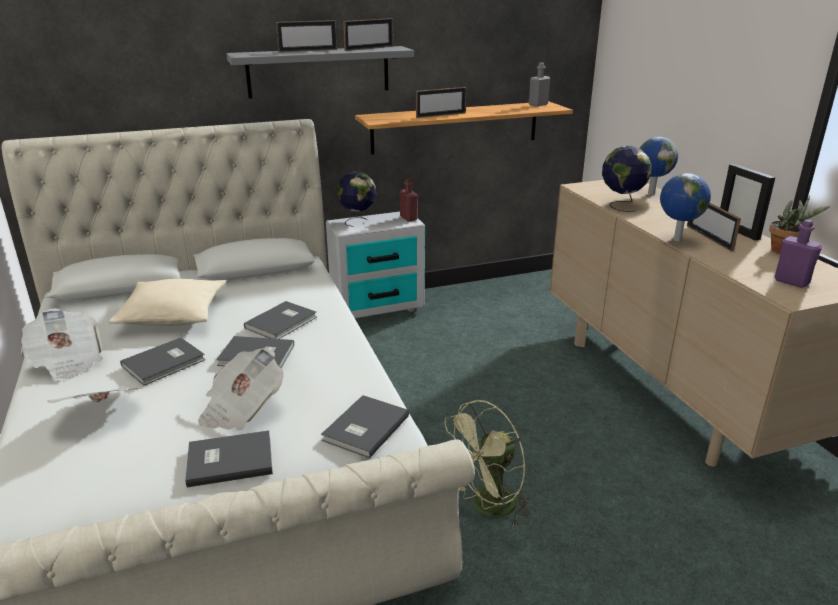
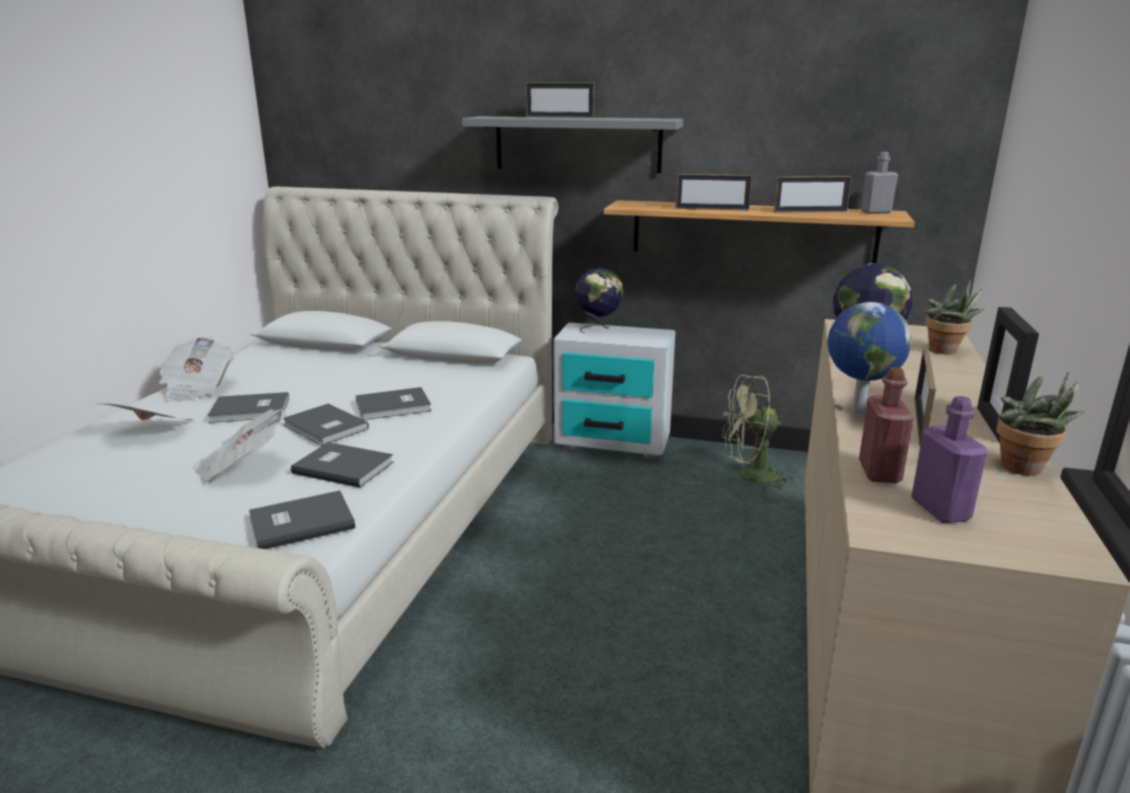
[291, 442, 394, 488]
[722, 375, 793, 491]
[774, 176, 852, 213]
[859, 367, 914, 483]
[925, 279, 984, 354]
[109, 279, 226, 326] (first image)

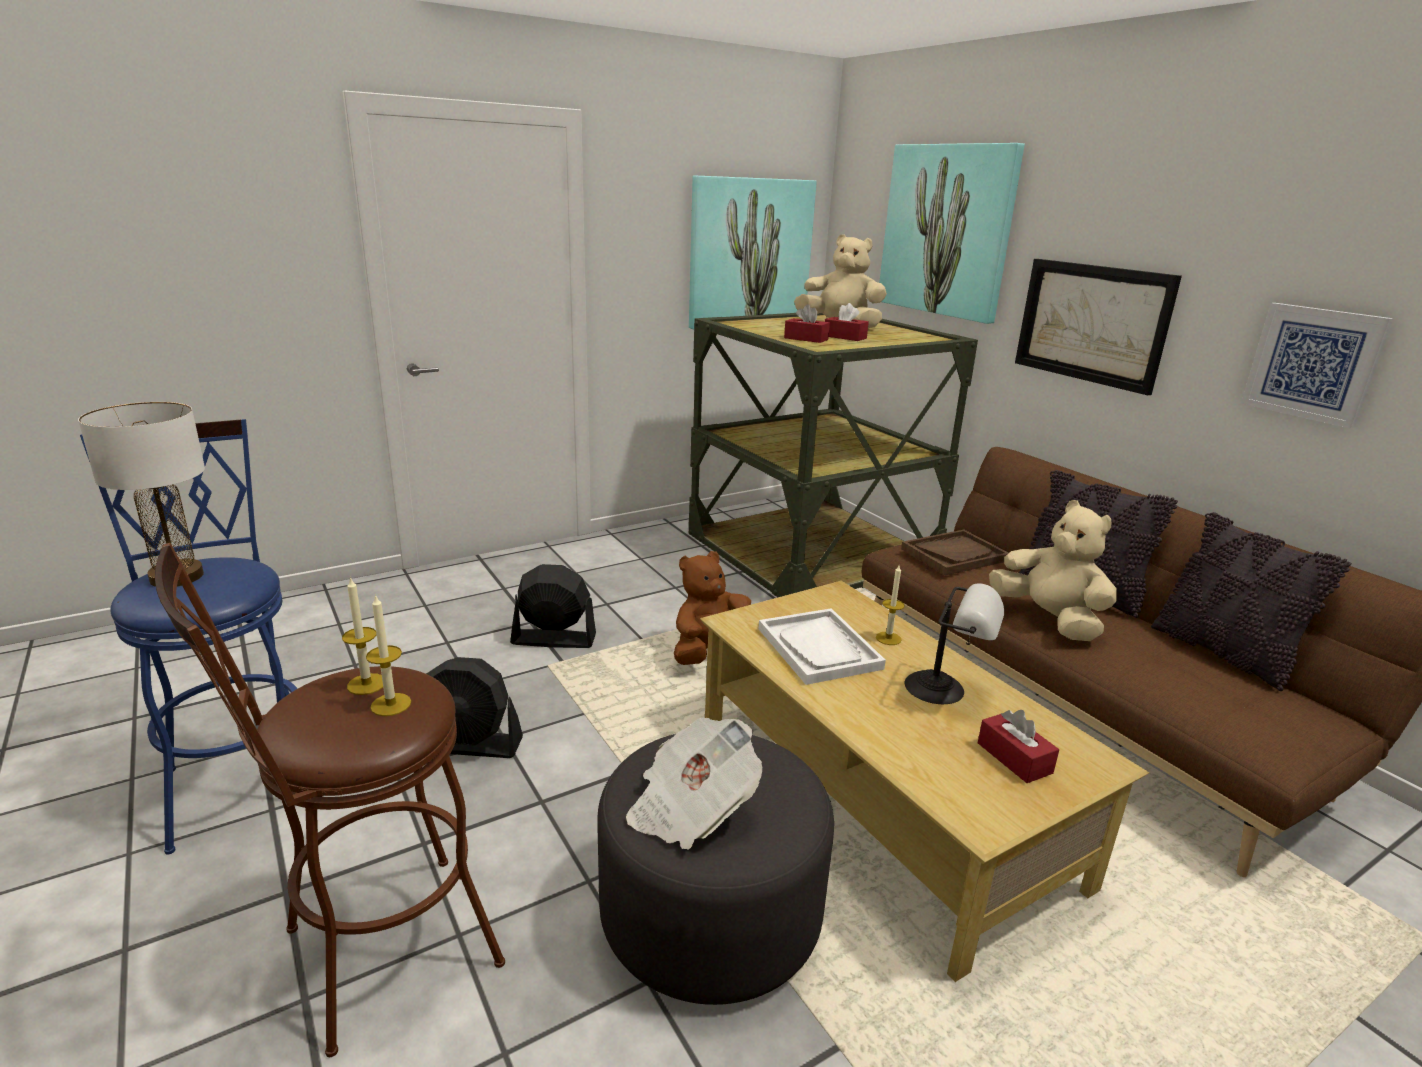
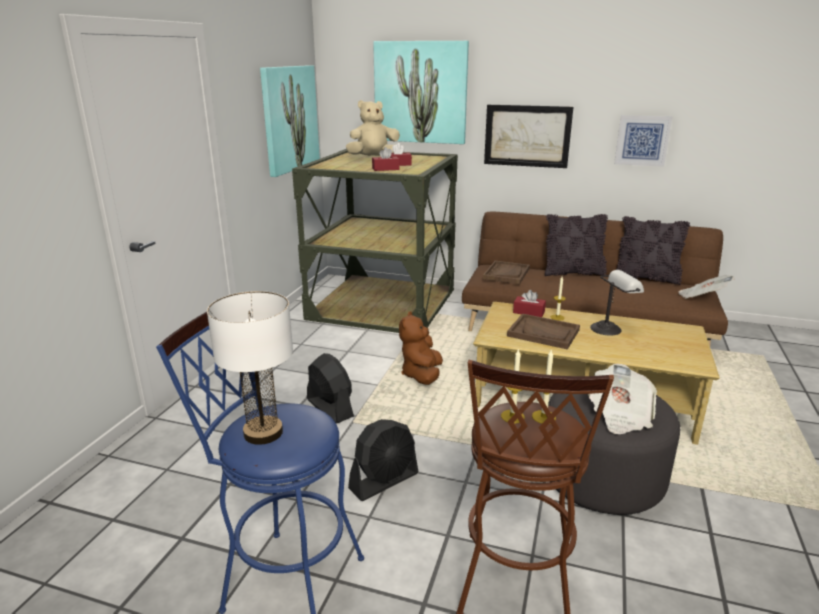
[307, 353, 354, 423]
[507, 314, 580, 350]
[513, 290, 546, 317]
[679, 275, 735, 299]
[989, 500, 1117, 641] (first image)

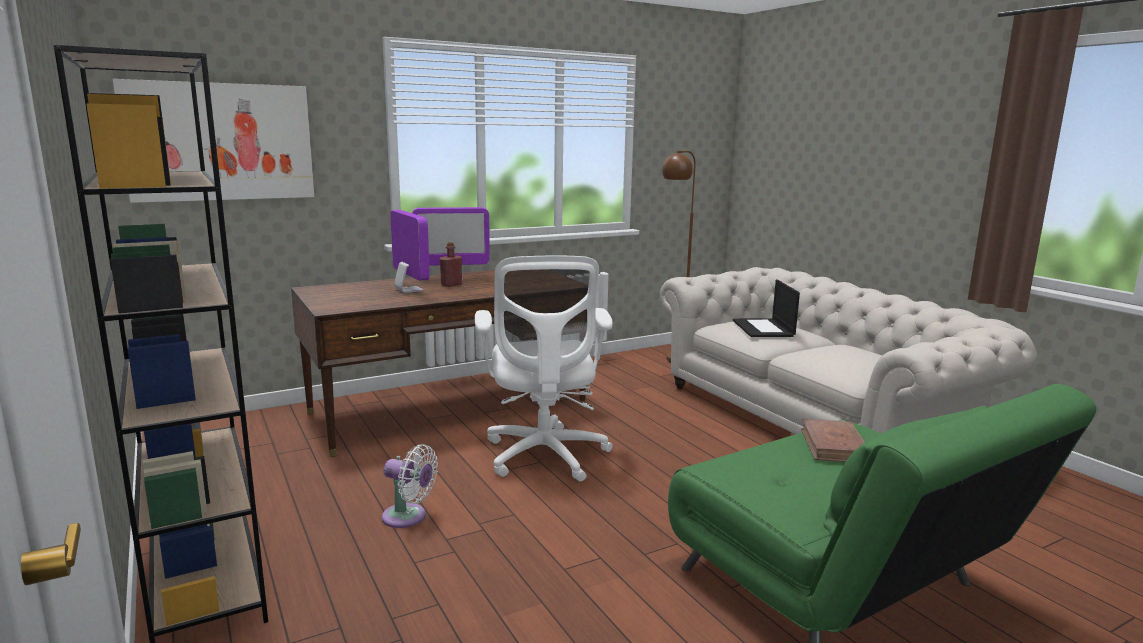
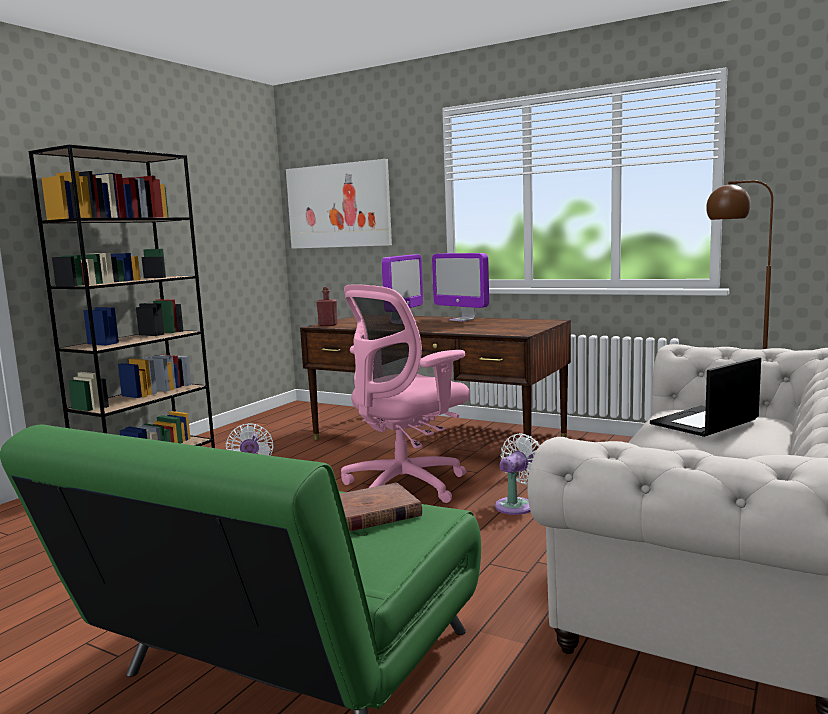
[316, 287, 338, 326]
[341, 284, 470, 503]
[495, 433, 540, 515]

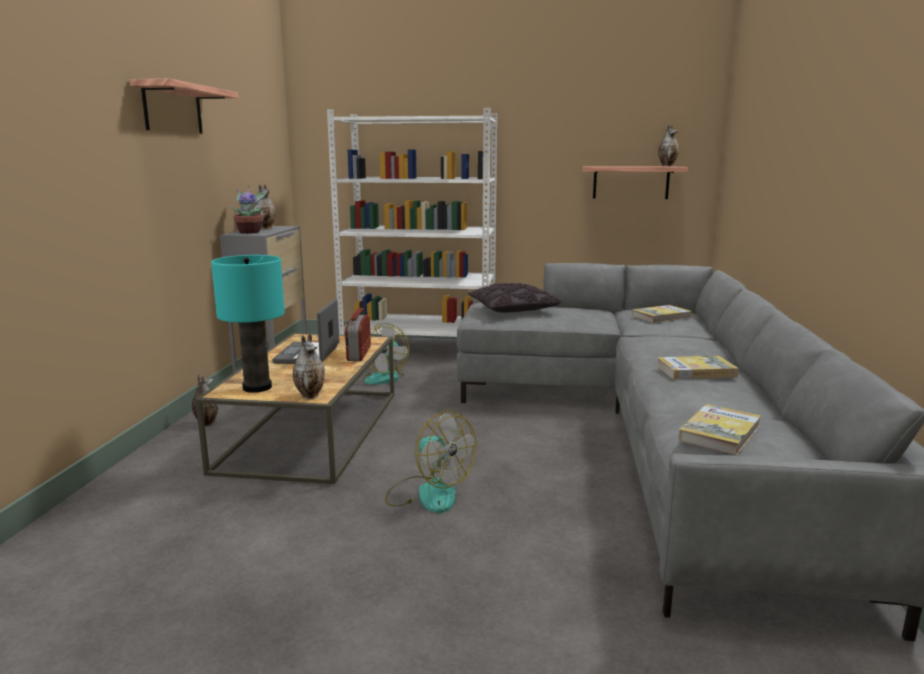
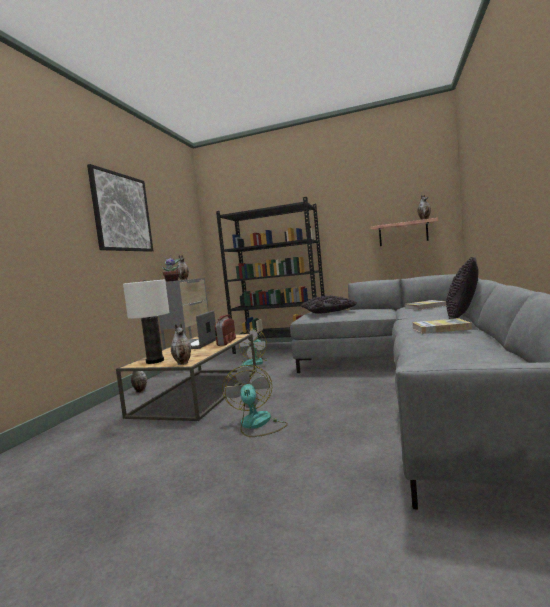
[87, 164, 153, 252]
[123, 279, 169, 364]
[216, 197, 325, 354]
[222, 365, 288, 437]
[446, 257, 479, 319]
[678, 404, 761, 455] (first image)

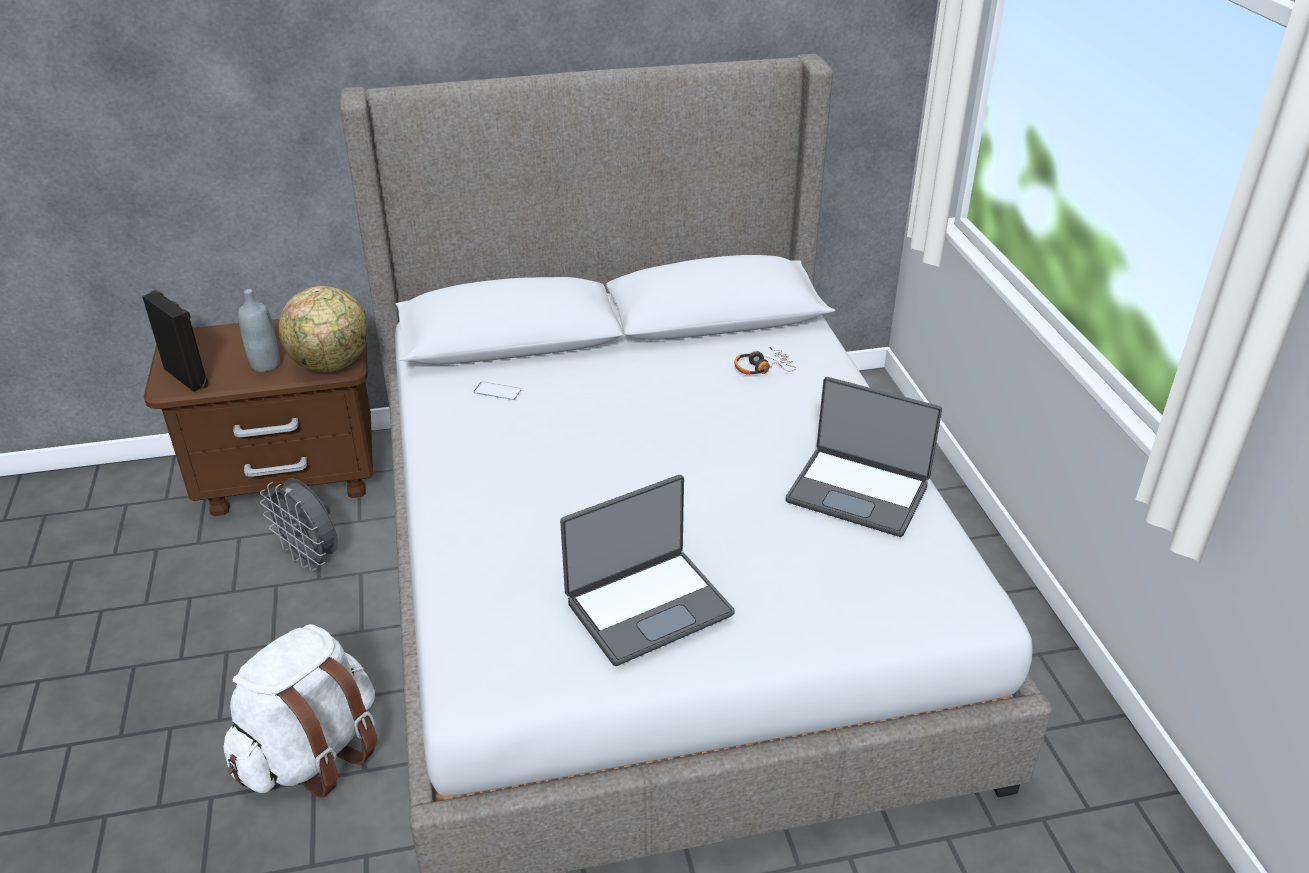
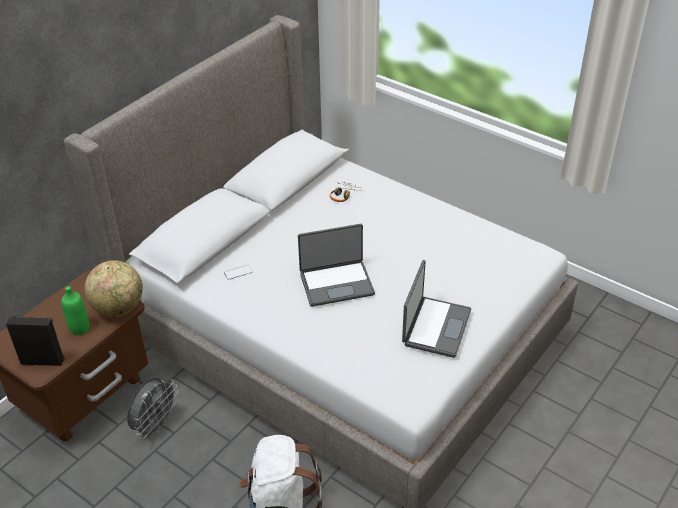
[61, 286, 89, 335]
[127, 378, 178, 439]
[298, 224, 375, 307]

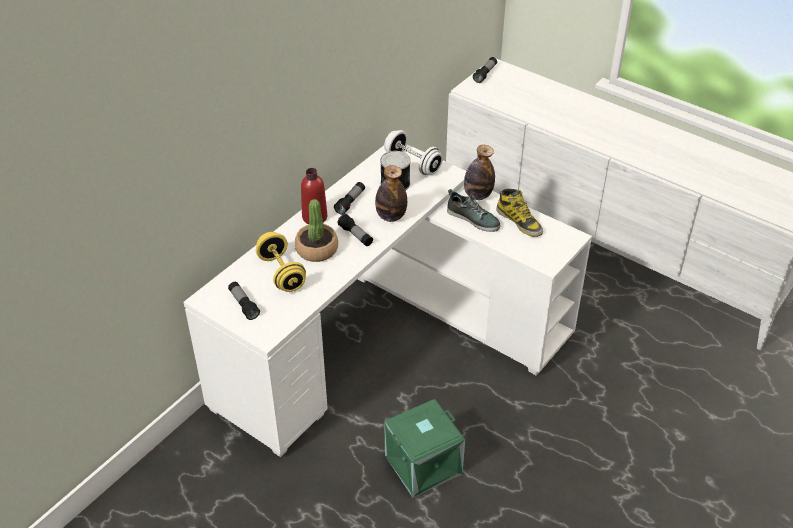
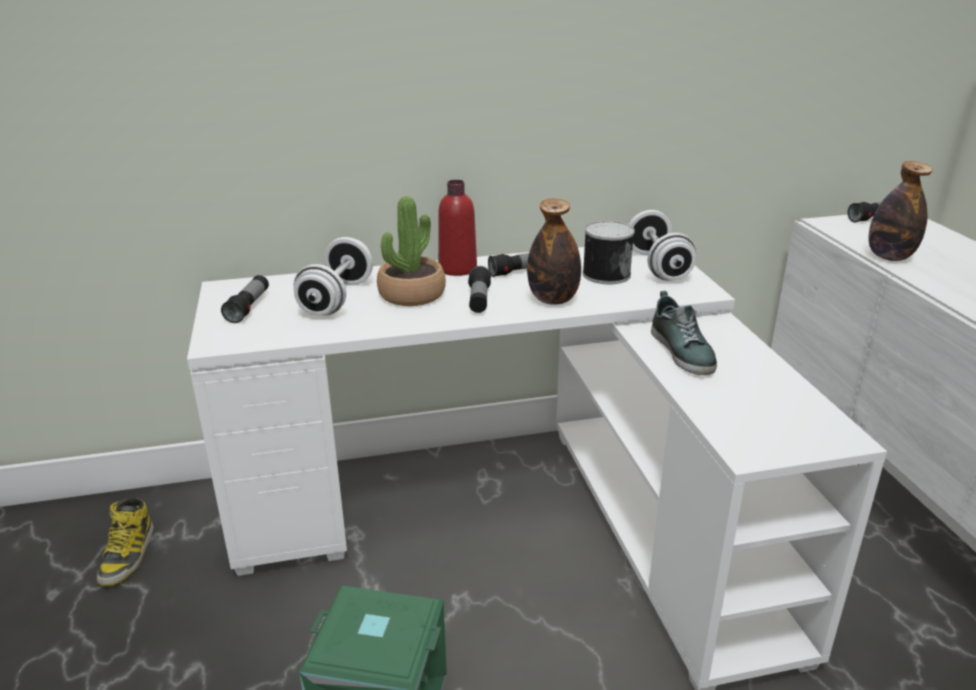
[97, 498, 154, 586]
[294, 237, 373, 316]
[868, 161, 933, 261]

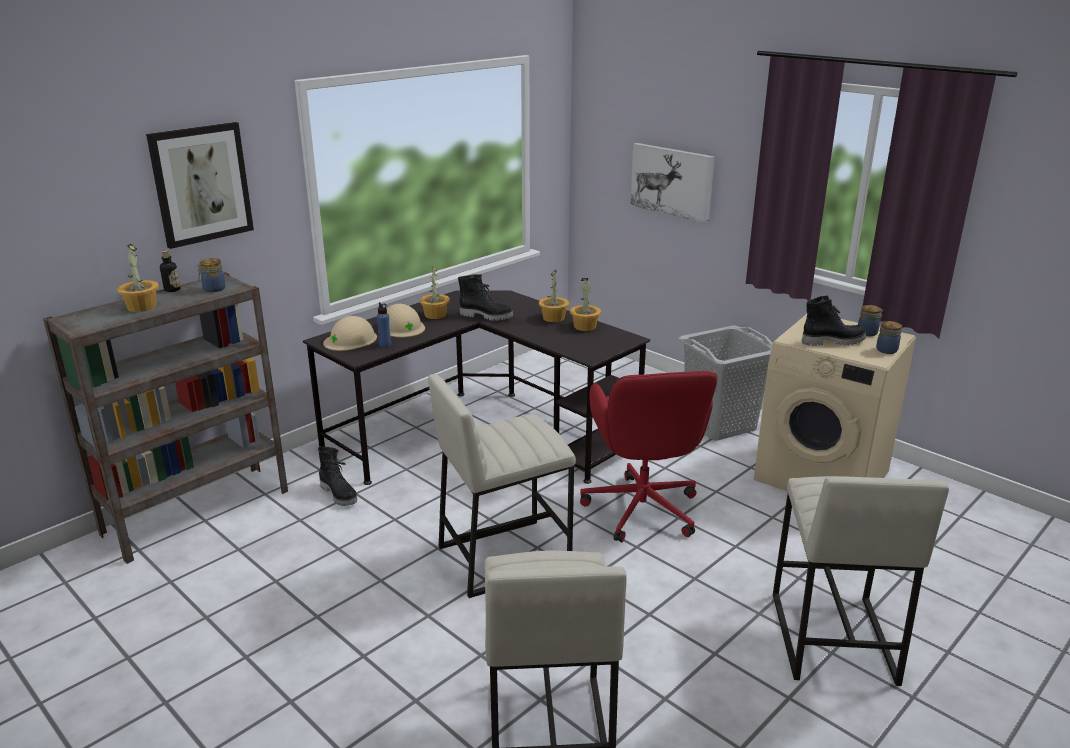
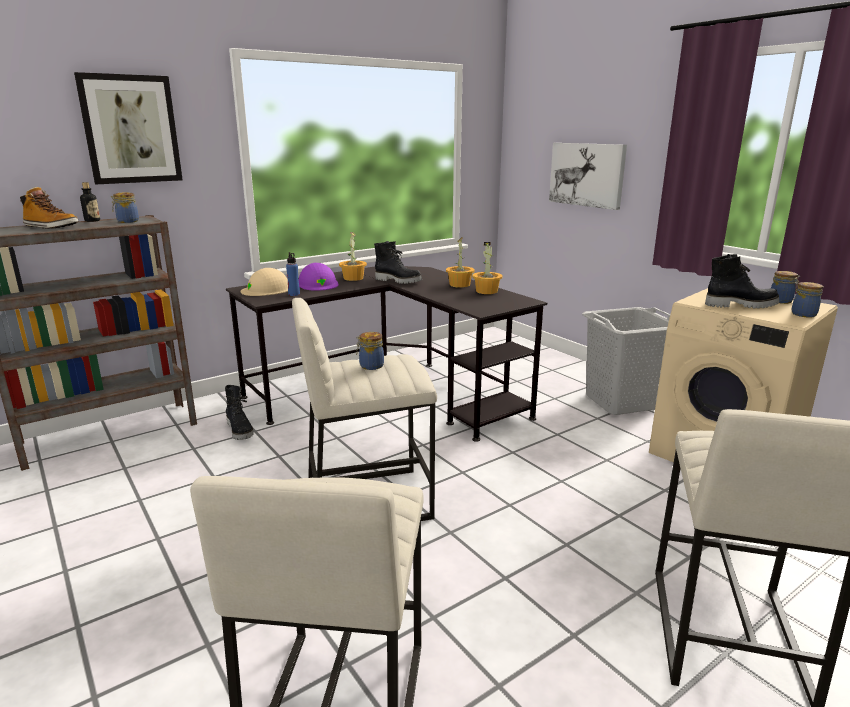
[20, 187, 78, 229]
[299, 263, 339, 291]
[356, 332, 384, 370]
[580, 371, 717, 542] (first image)

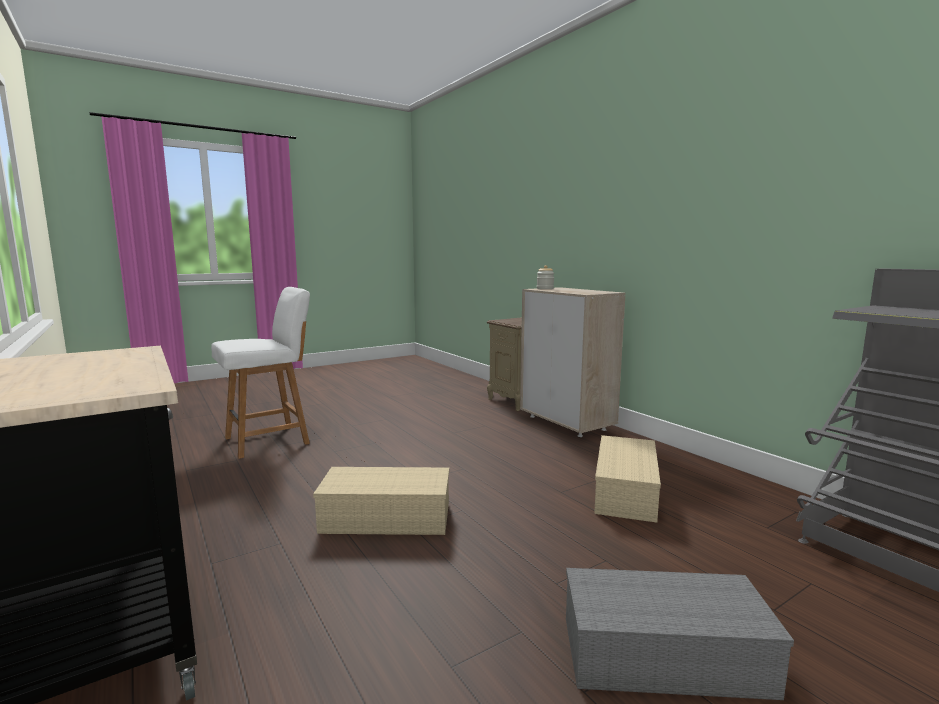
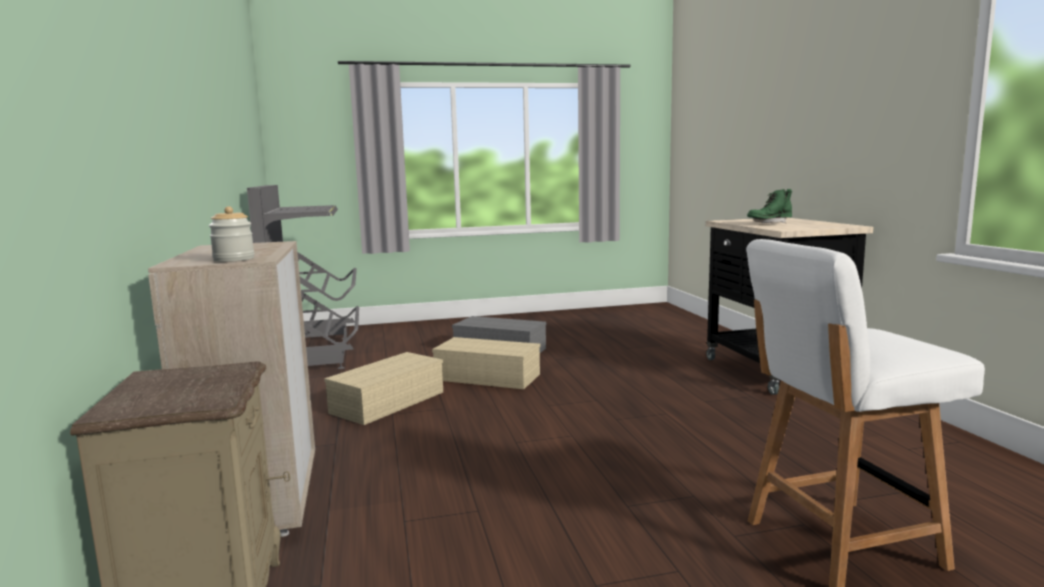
[432, 337, 540, 389]
[747, 189, 792, 223]

